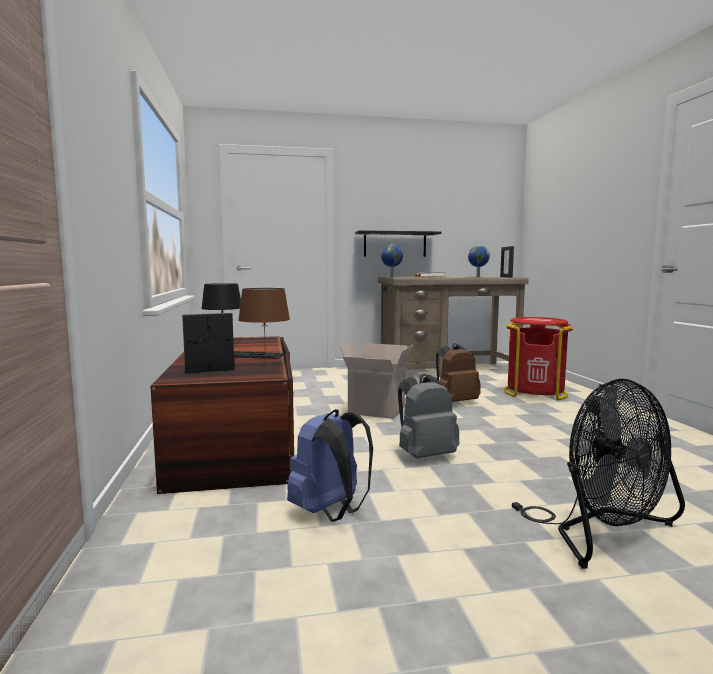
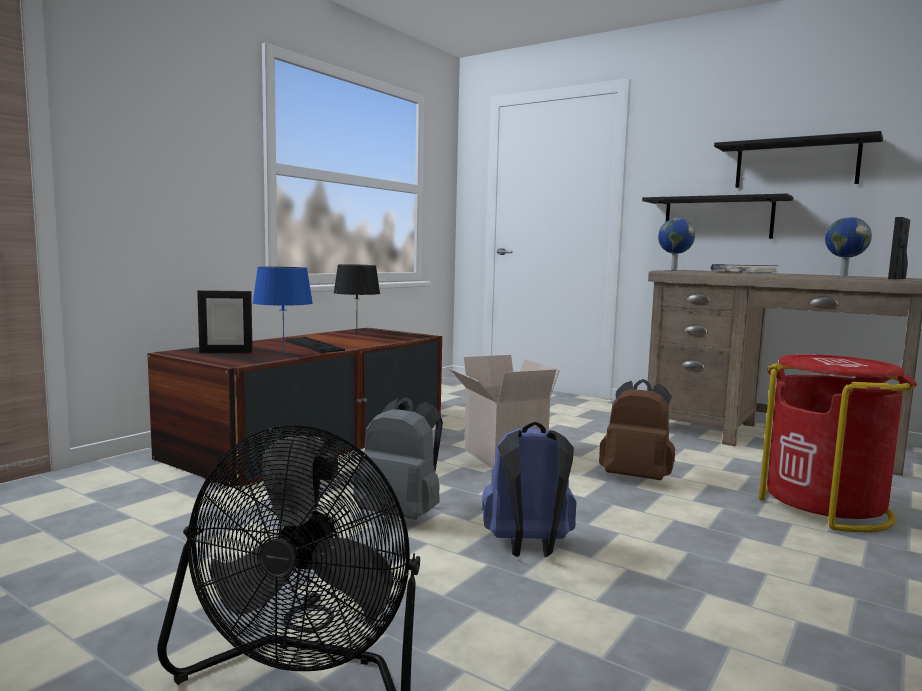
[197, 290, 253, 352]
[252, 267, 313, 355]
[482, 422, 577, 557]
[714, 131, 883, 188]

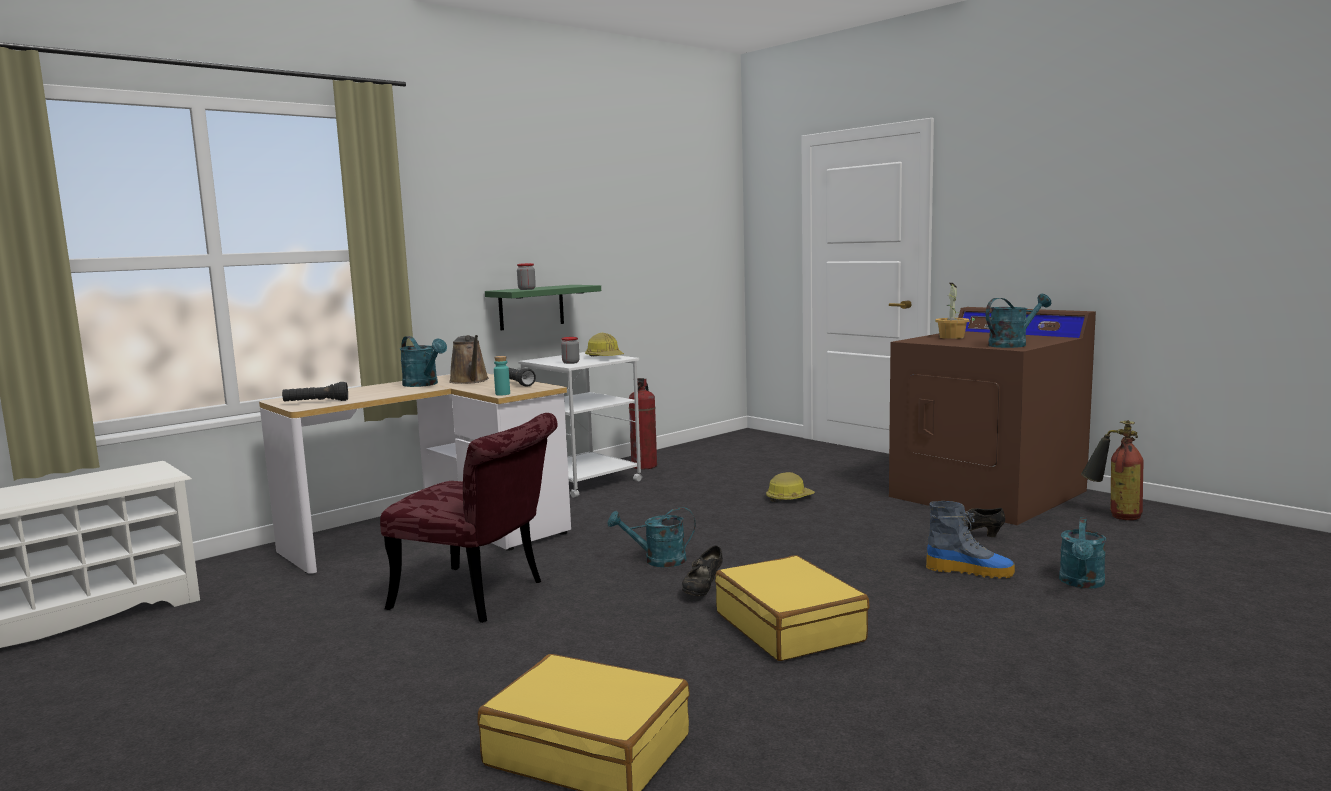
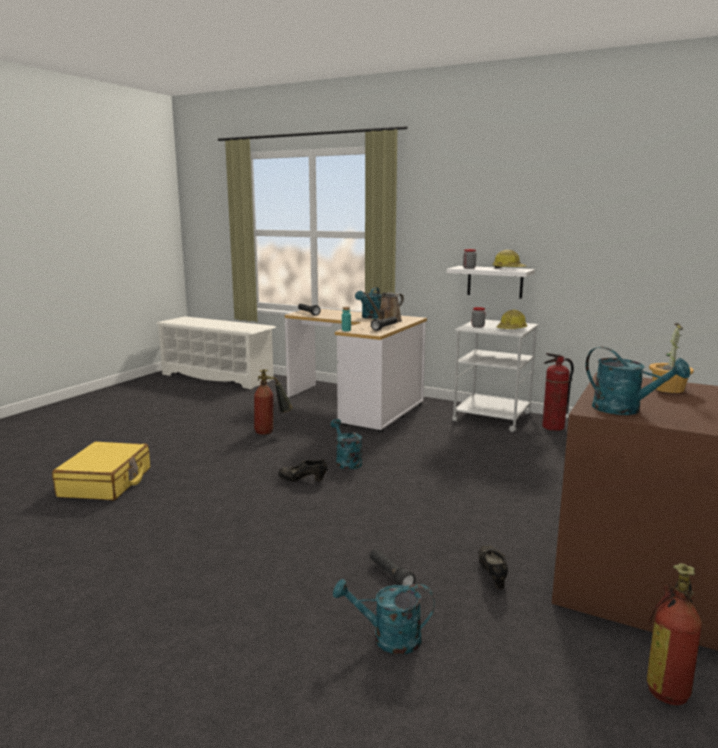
[254, 369, 293, 435]
[370, 549, 416, 586]
[447, 266, 535, 299]
[492, 250, 526, 268]
[715, 555, 870, 661] (first image)

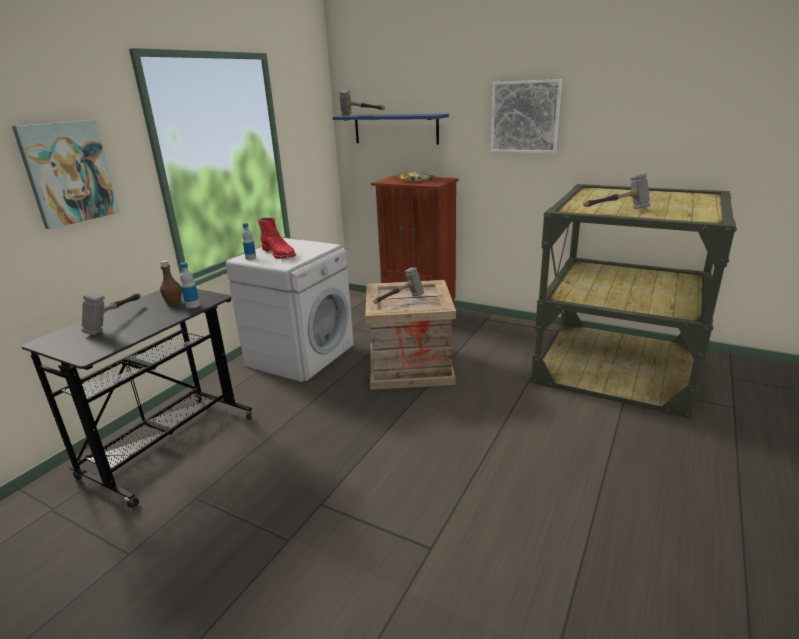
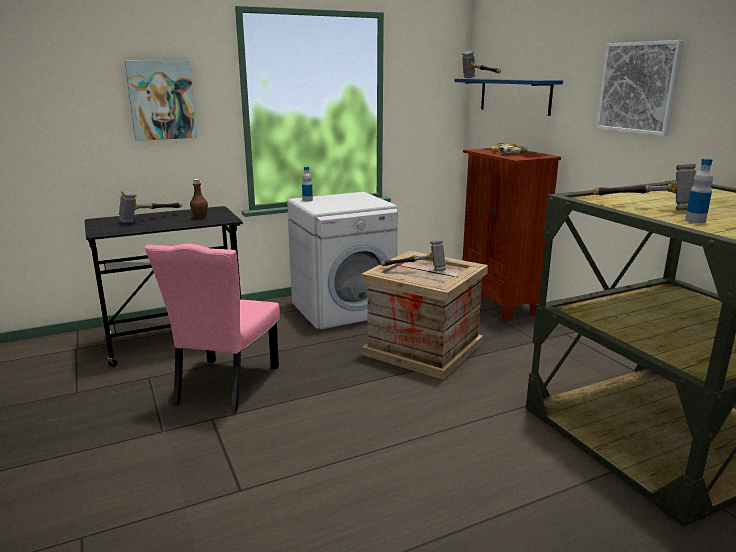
[145, 244, 280, 413]
[685, 158, 713, 223]
[258, 218, 296, 259] (first image)

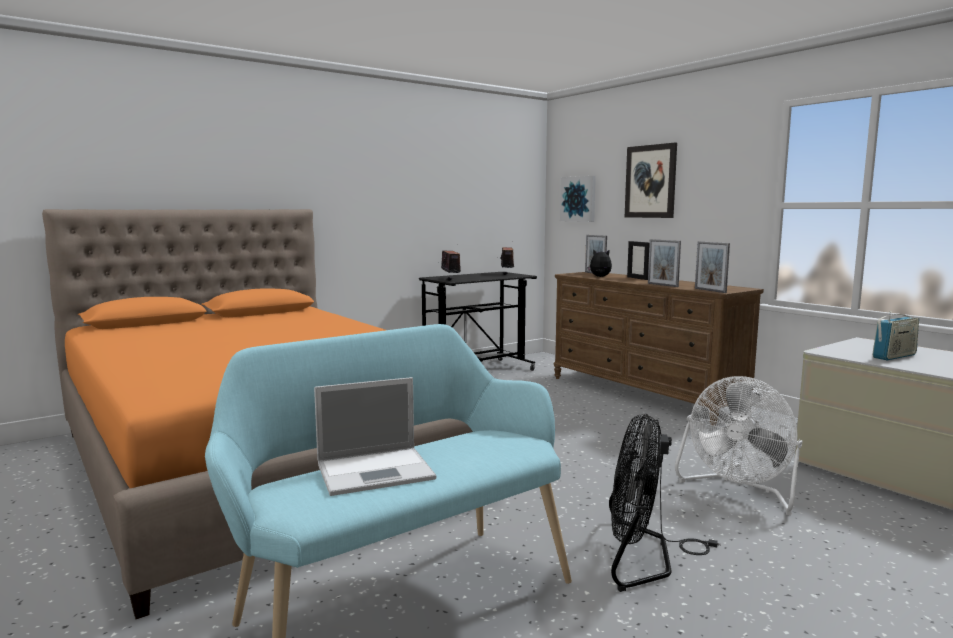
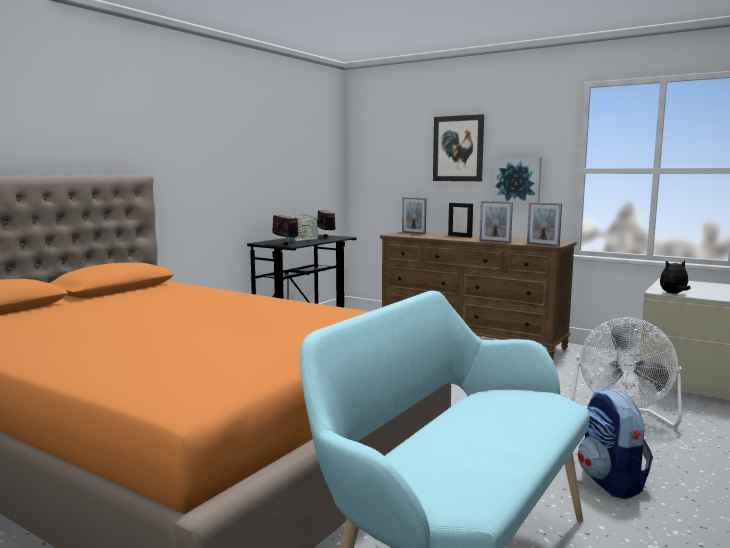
[288, 214, 318, 242]
[493, 157, 542, 206]
[578, 389, 653, 499]
[660, 261, 691, 294]
[314, 377, 436, 496] (first image)

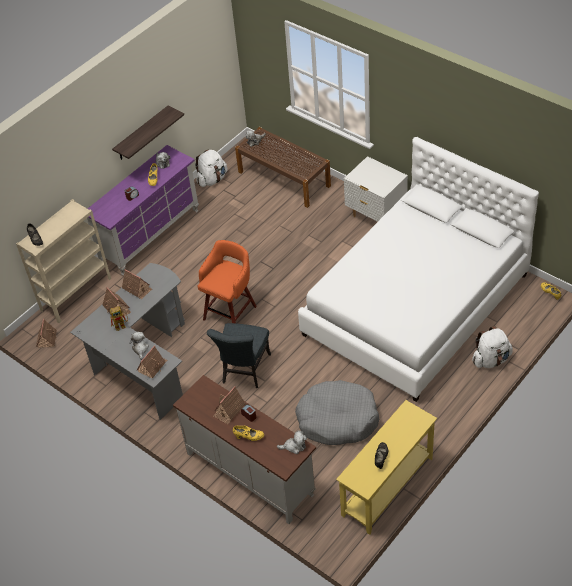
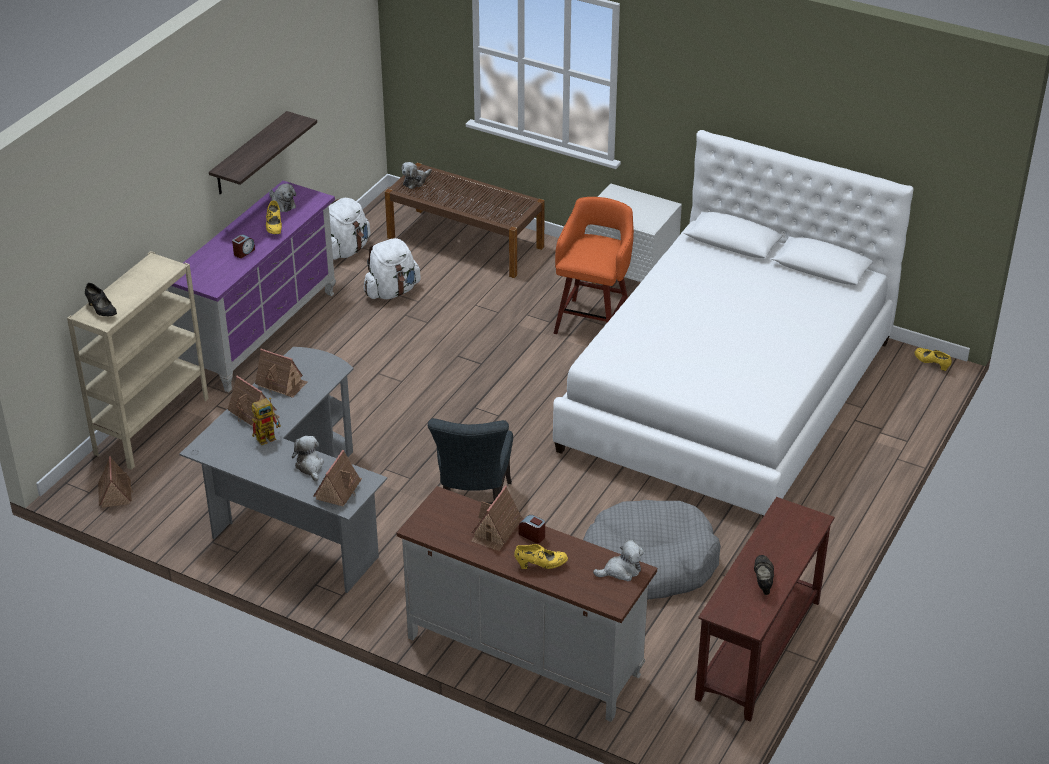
[364, 238, 421, 299]
[554, 197, 634, 334]
[695, 497, 835, 722]

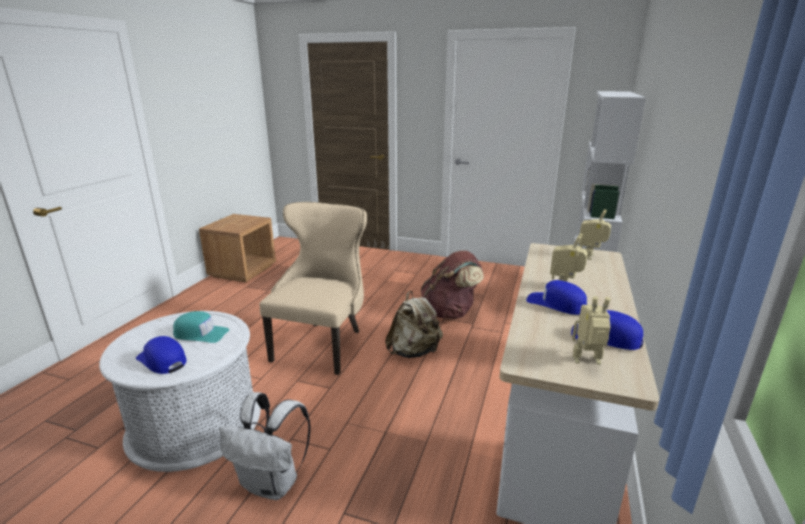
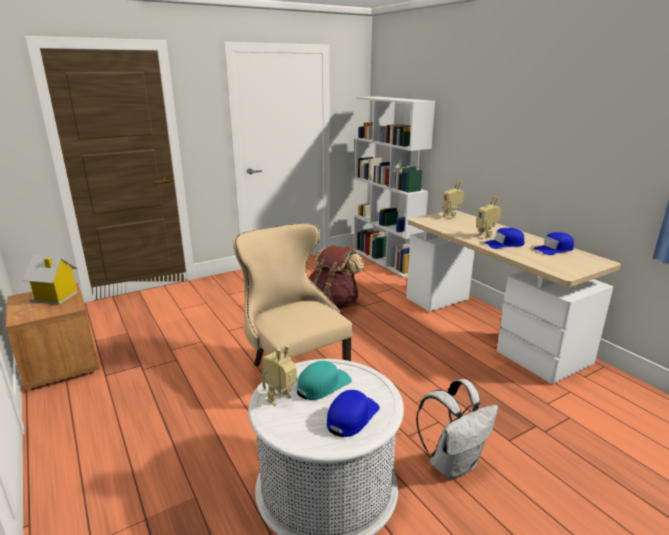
[22, 255, 78, 304]
[262, 344, 297, 406]
[327, 390, 380, 437]
[385, 291, 443, 358] (first image)

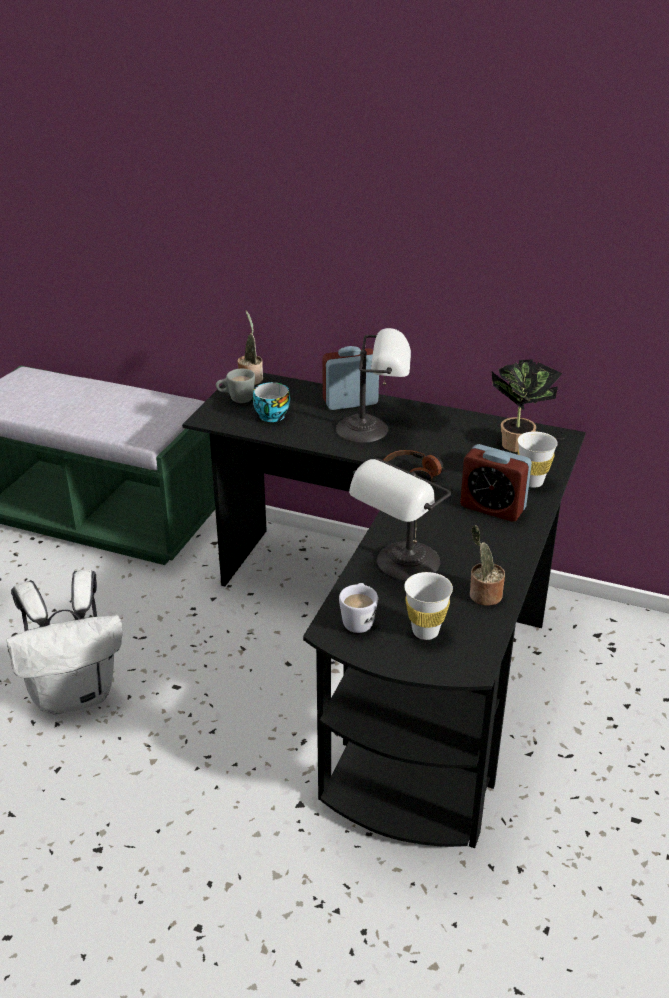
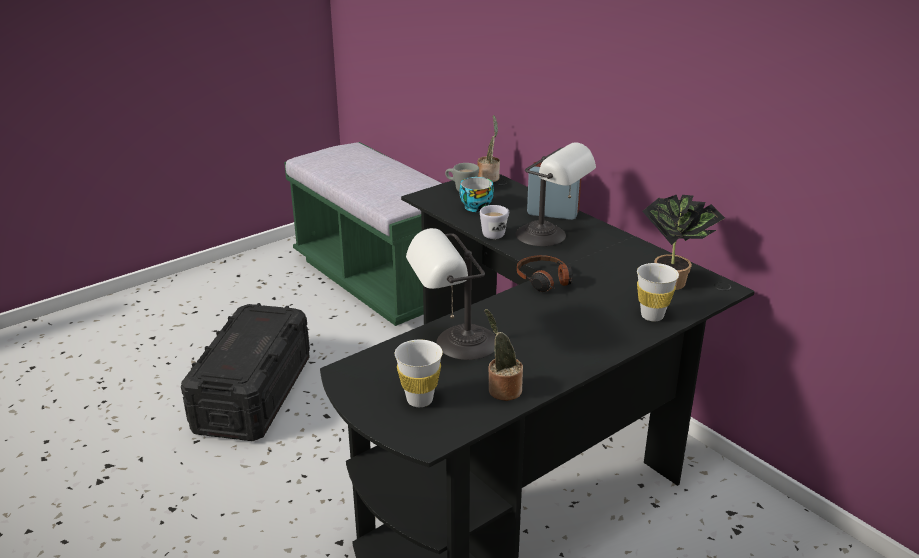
[181, 303, 310, 441]
[480, 205, 509, 239]
[460, 444, 532, 522] (first image)

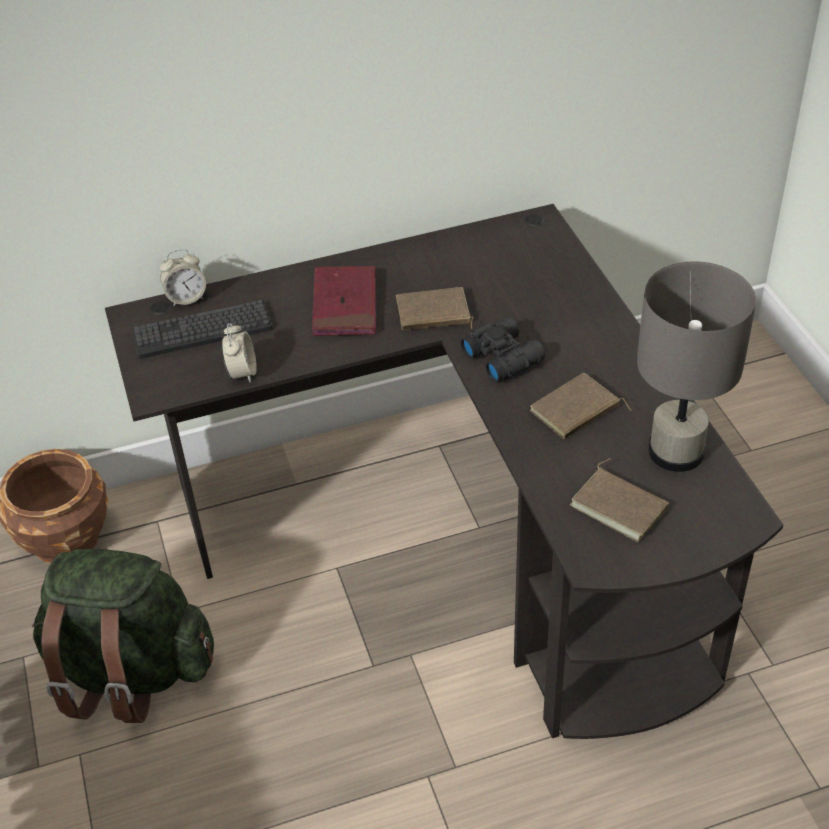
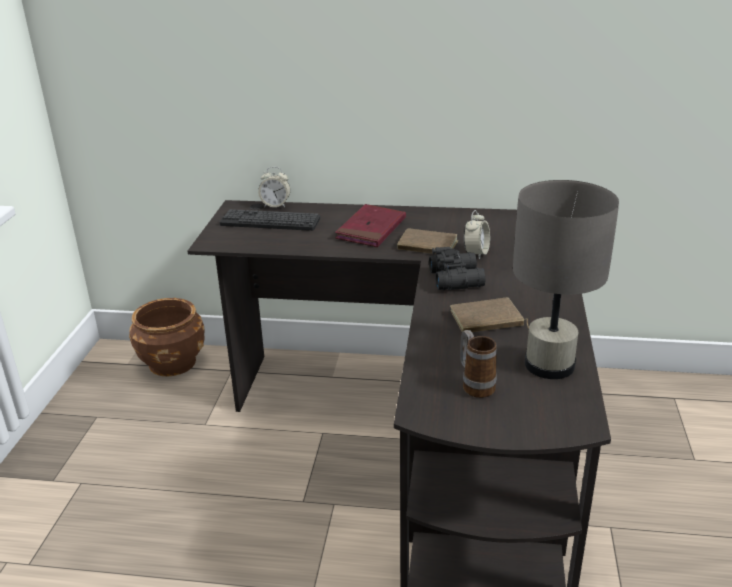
[460, 330, 497, 398]
[464, 210, 490, 259]
[32, 549, 214, 723] (first image)

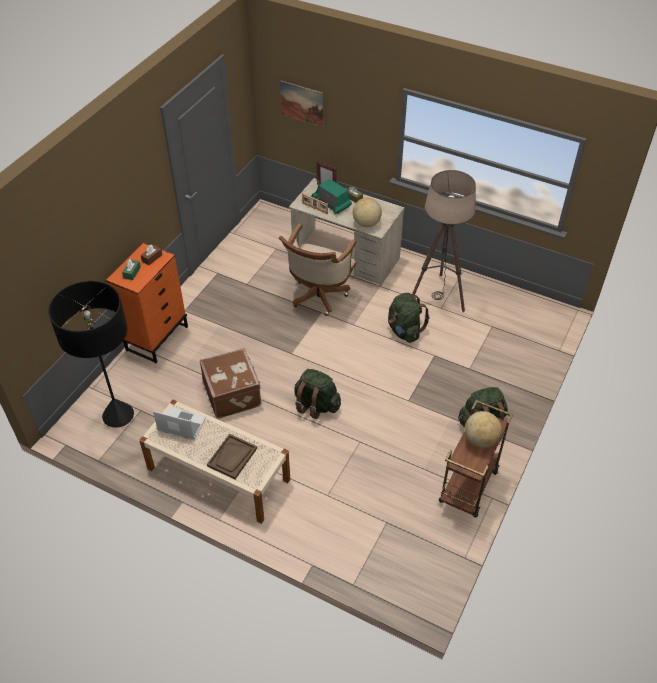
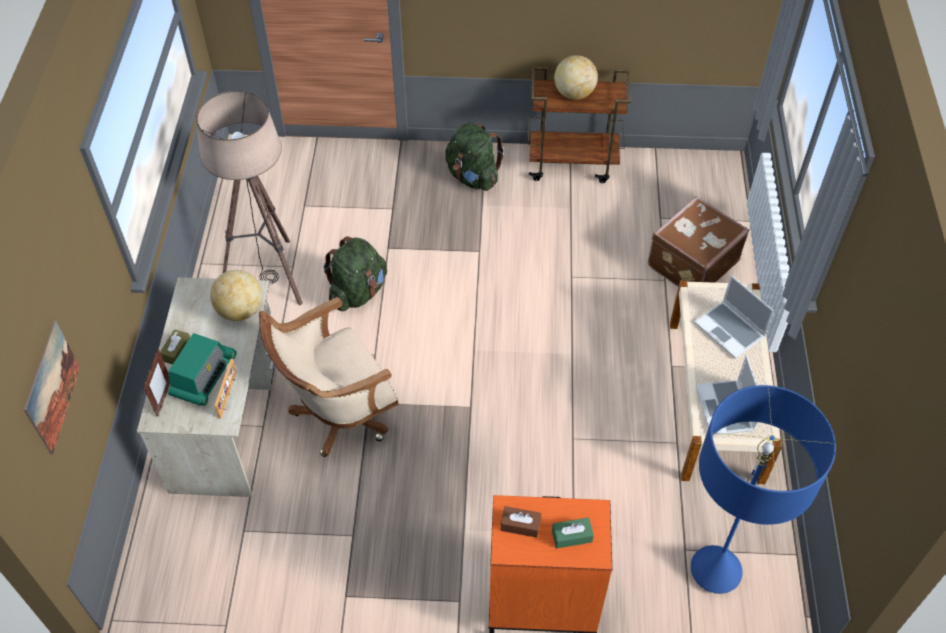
[259, 297, 399, 457]
[648, 196, 749, 295]
[691, 385, 836, 594]
[694, 275, 774, 359]
[294, 369, 341, 419] (first image)

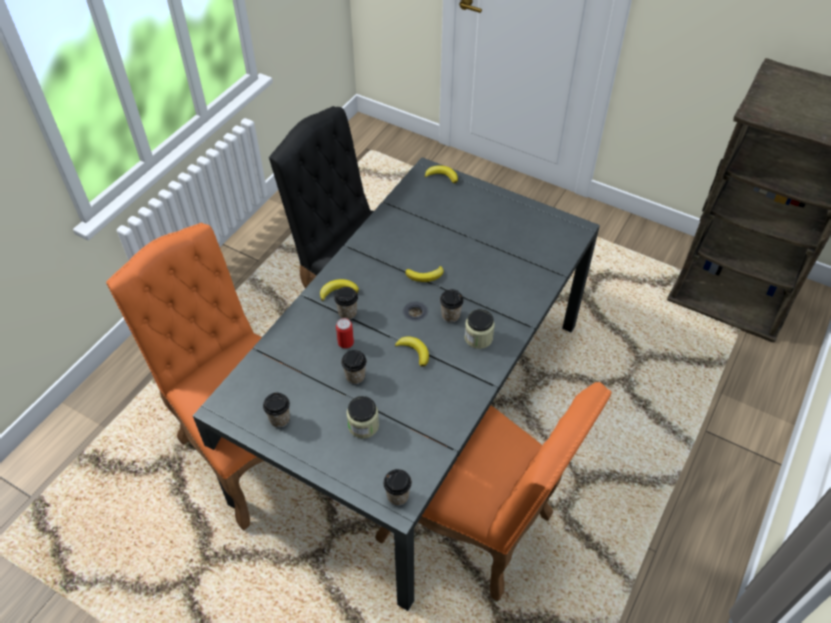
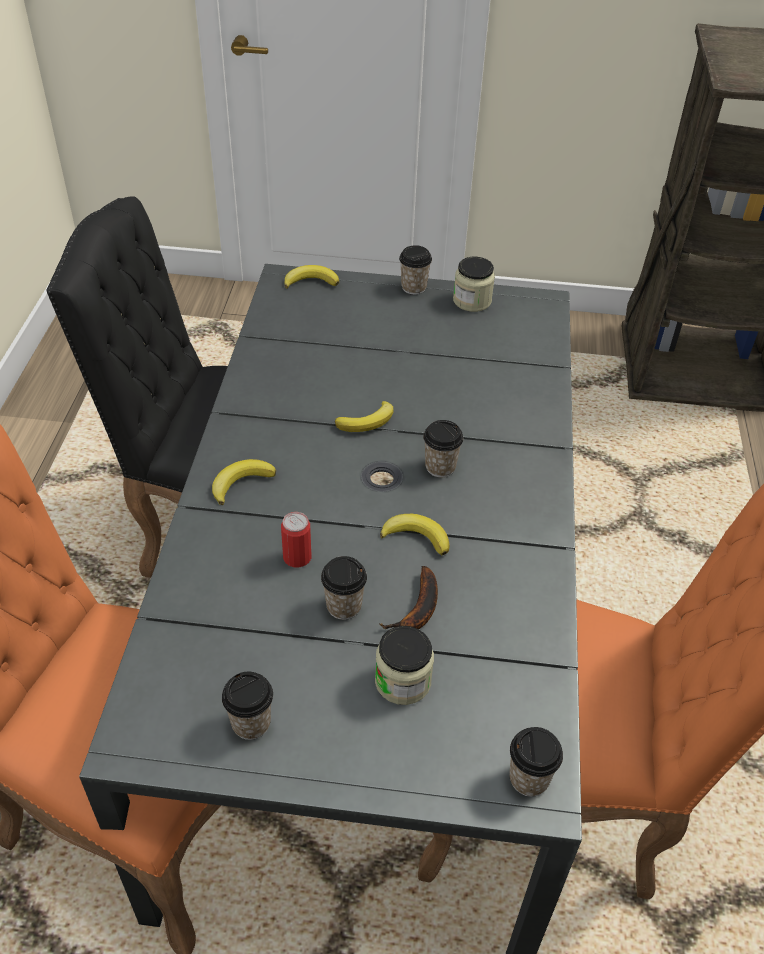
[379, 566, 438, 629]
[399, 245, 432, 295]
[453, 257, 495, 312]

